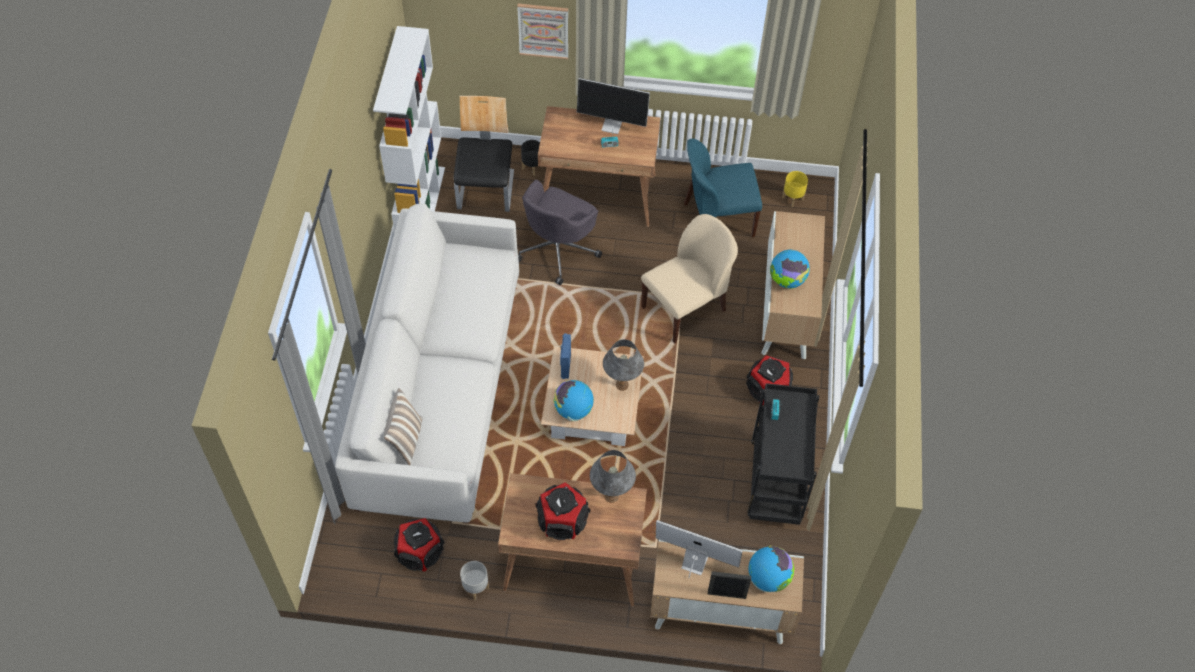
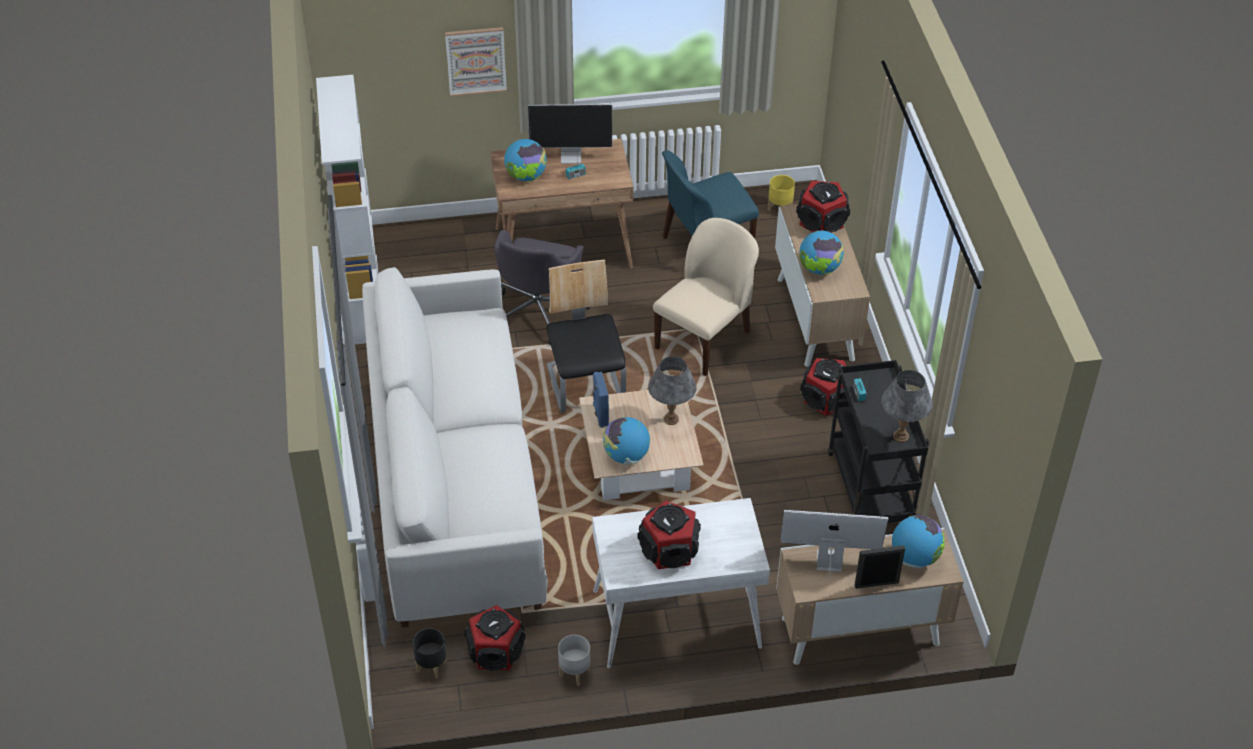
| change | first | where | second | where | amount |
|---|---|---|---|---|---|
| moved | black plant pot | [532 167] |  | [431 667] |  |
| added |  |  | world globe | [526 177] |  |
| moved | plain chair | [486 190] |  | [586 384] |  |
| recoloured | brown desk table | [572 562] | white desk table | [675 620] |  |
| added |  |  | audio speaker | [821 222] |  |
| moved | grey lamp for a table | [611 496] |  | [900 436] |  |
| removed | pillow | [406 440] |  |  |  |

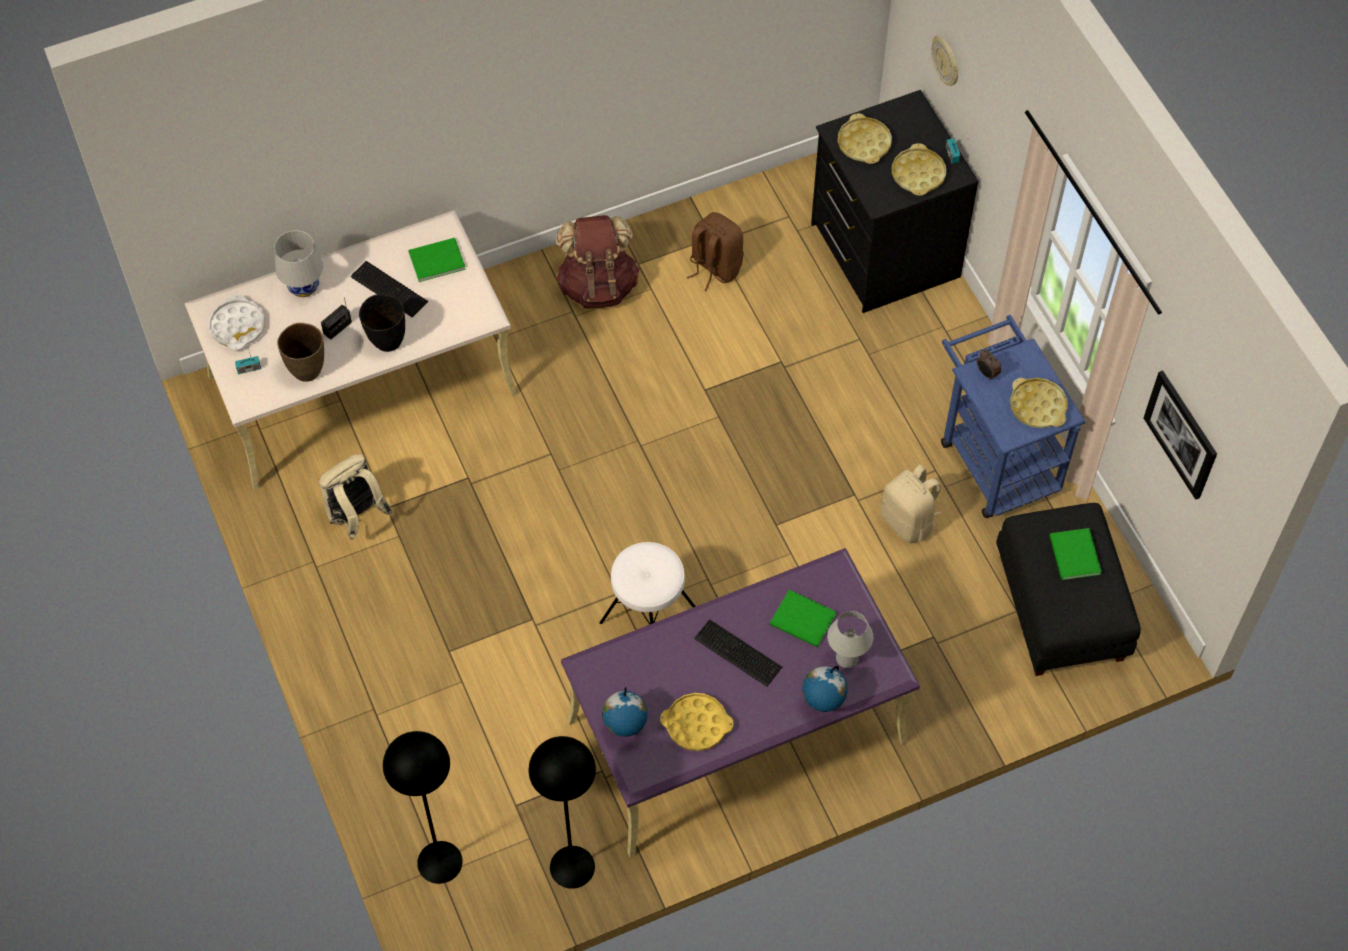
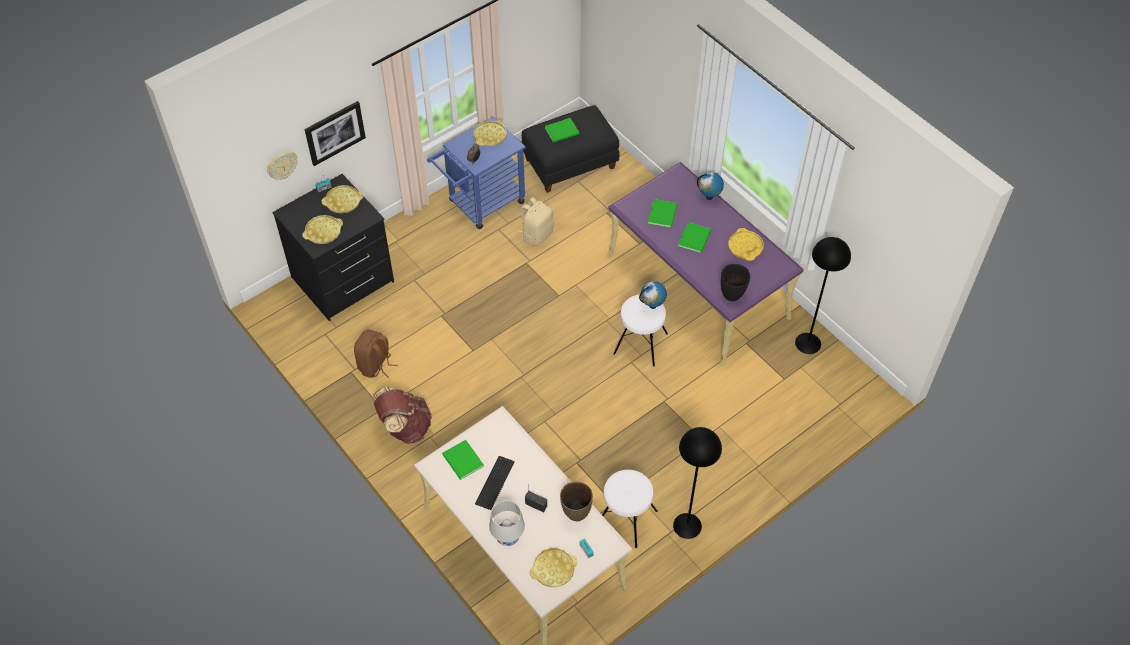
| change | first | where | second | where | amount |
|---|---|---|---|---|---|
| moved | wall picture | [1181 434] |  | [334 132] |  |
| recoloured | white serving tray | [238 326] | yellow serving tray | [553 569] |  |
| replaced | beige backpack | [356 516] | white stool seat | [626 519] |  |
| moved | world globe | [625 727] |  | [652 305] |  |
| moved | black standard lamp | [440 862] |  | [687 525] |  |
| replaced | keyboard | [738 654] | green bound book | [695 238] |  |
| moved | black flower vase | [387 341] |  | [732 295] |  |
| removed | white lamp for a table | [847 658] |  |  |  |

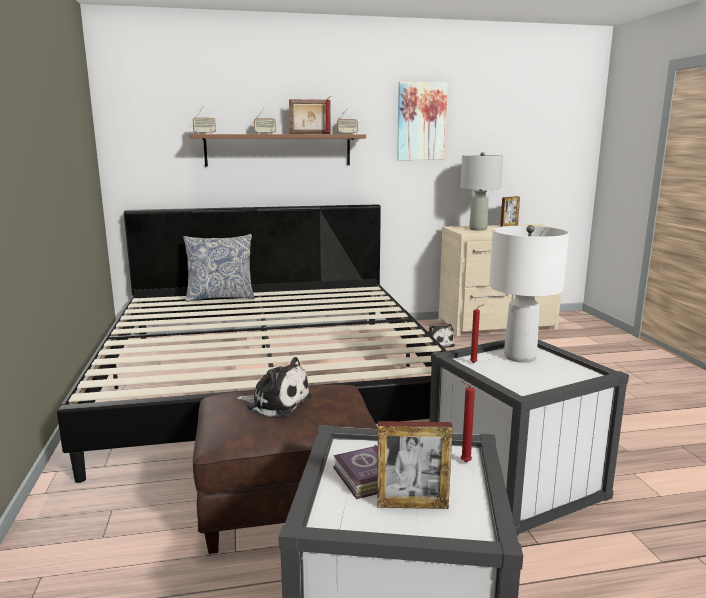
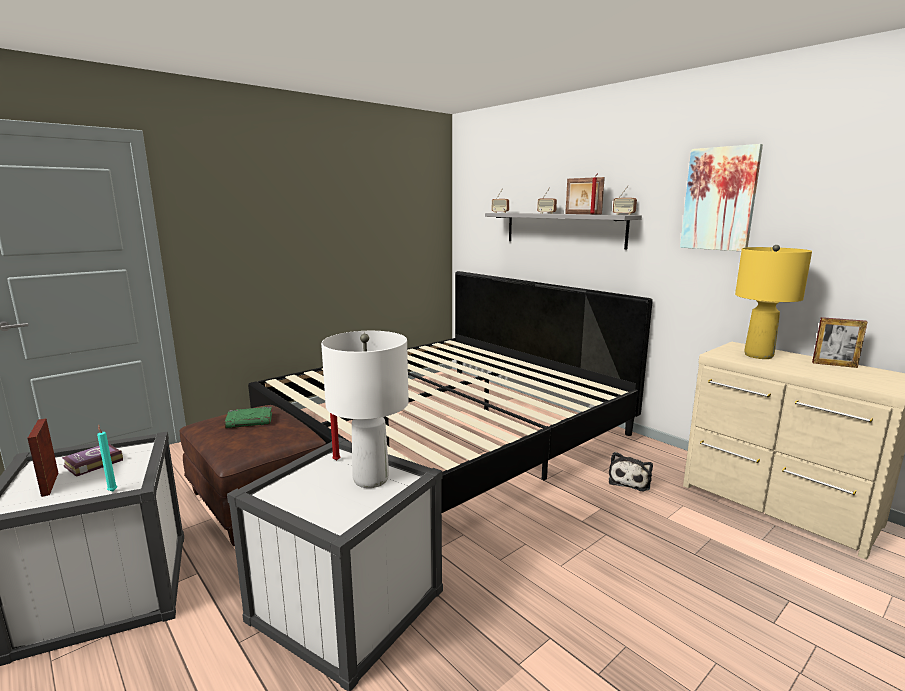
| change | first | where | second | where | amount |
|---|---|---|---|---|---|
| recoloured | red-coloured wax candle | [464 462] | turquoise wax candle | [112 490] |  |
| replaced | cuddly toy | [276 403] | green bound book | [250 421] |  |
| recoloured | brown wall shelf | [278 150] | grey wall shelf | [563 229] |  |
| recoloured | grey lamp for a table | [477 229] | yellow lamp for a table | [758 355] |  |
| removed | pillow | [220 297] |  |  |  |

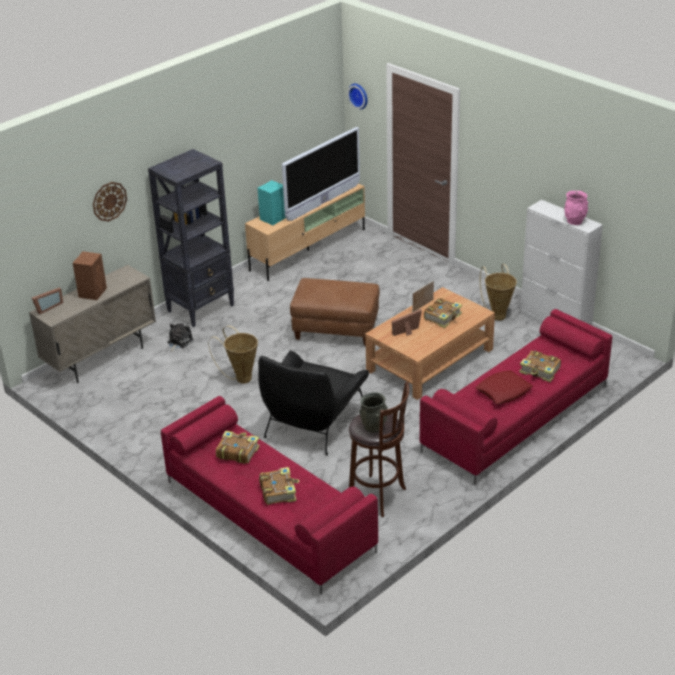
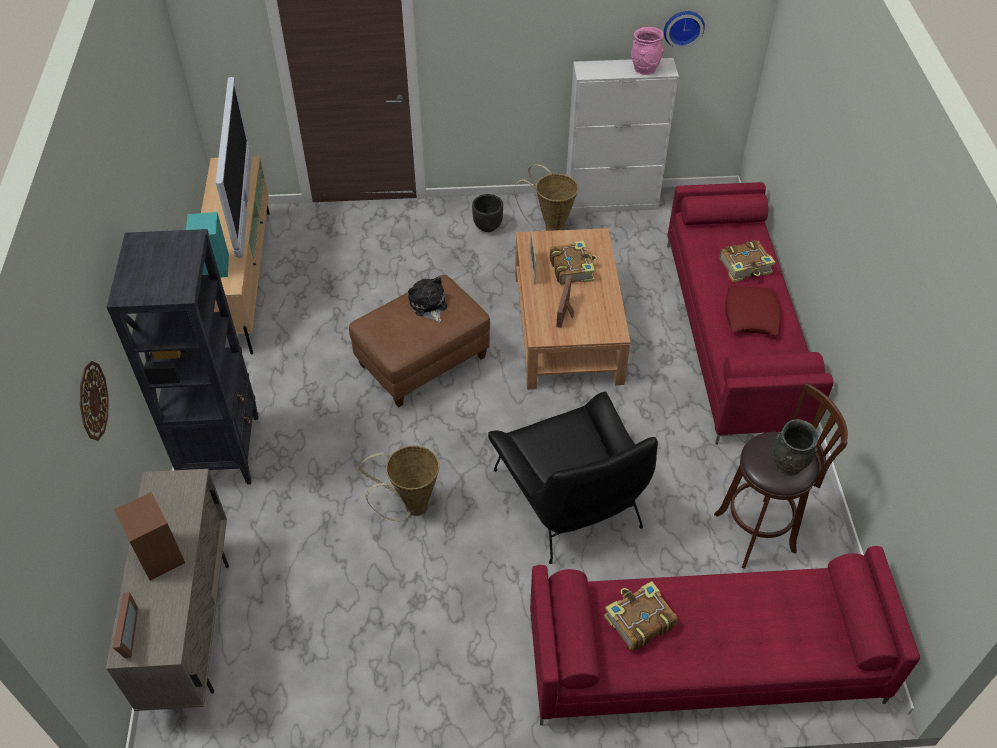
| change | first | where | second | where | amount |
|---|---|---|---|---|---|
| moved | cuddly toy | [179 342] |  | [428 305] |  |
| added |  |  | black plant pot | [487 226] |  |
| moved | clock on the wall | [359 95] |  | [683 27] |  |
| removed | bound book | [278 491] |  |  |  |

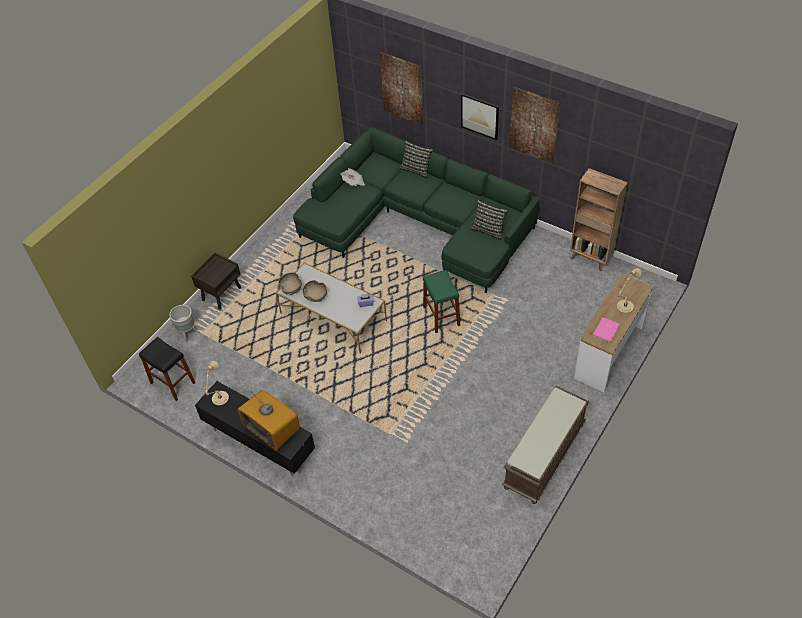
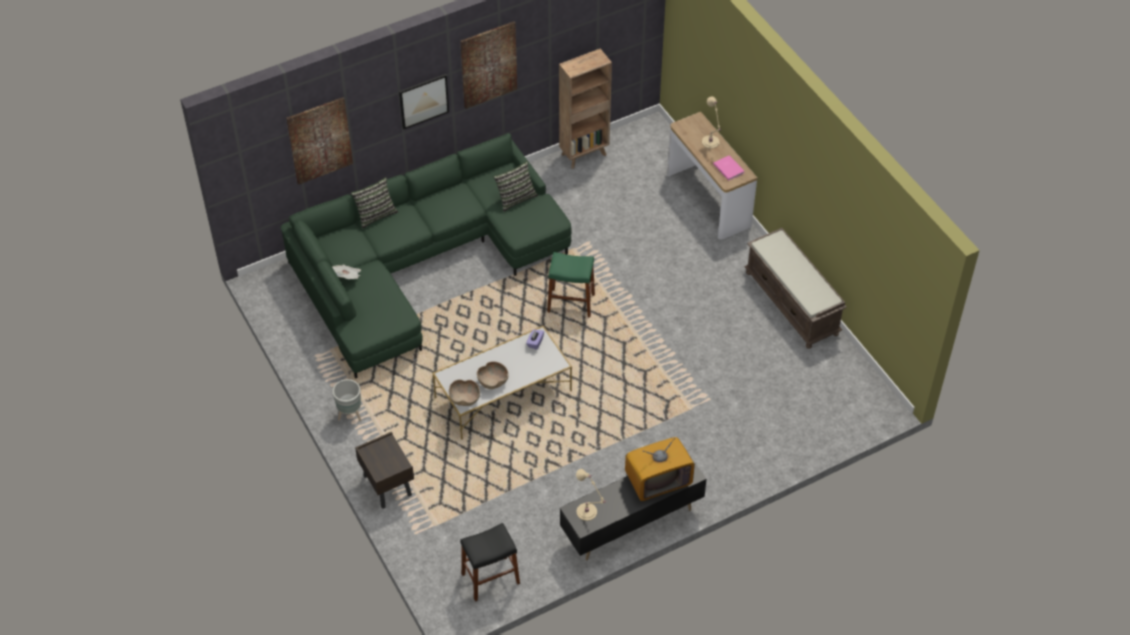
| change | first | where | second | where | amount |
|---|---|---|---|---|---|
| moved | grey plant pot | [188 333] |  | [350 415] |  |

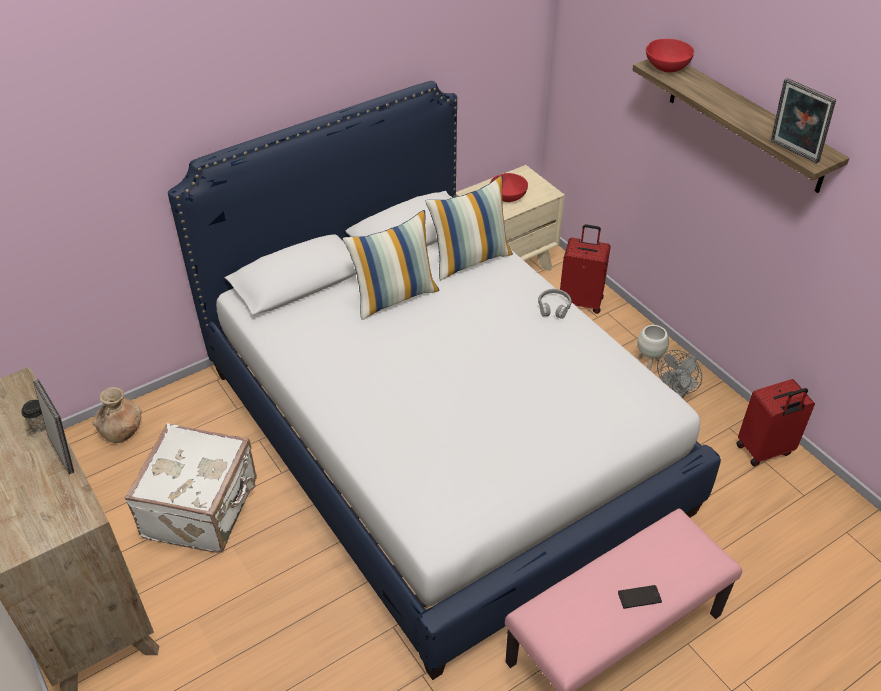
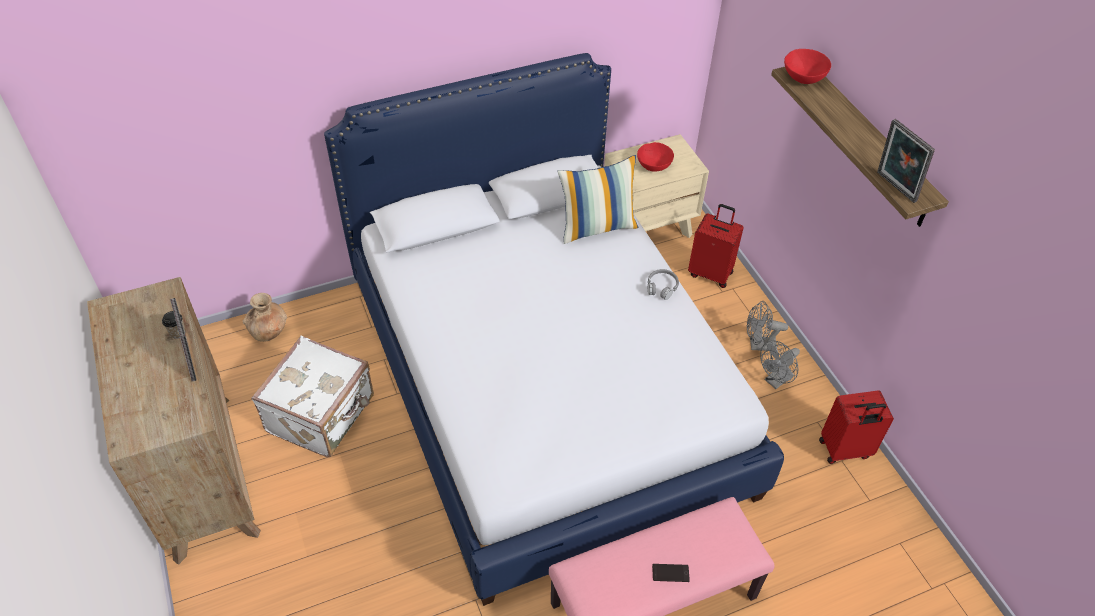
| change | first | where | second | where | amount |
|---|---|---|---|---|---|
| replaced | white plant pot | [648 363] | grey electric fan | [758 345] |  |
| removed | pillow | [394 296] |  |  |  |

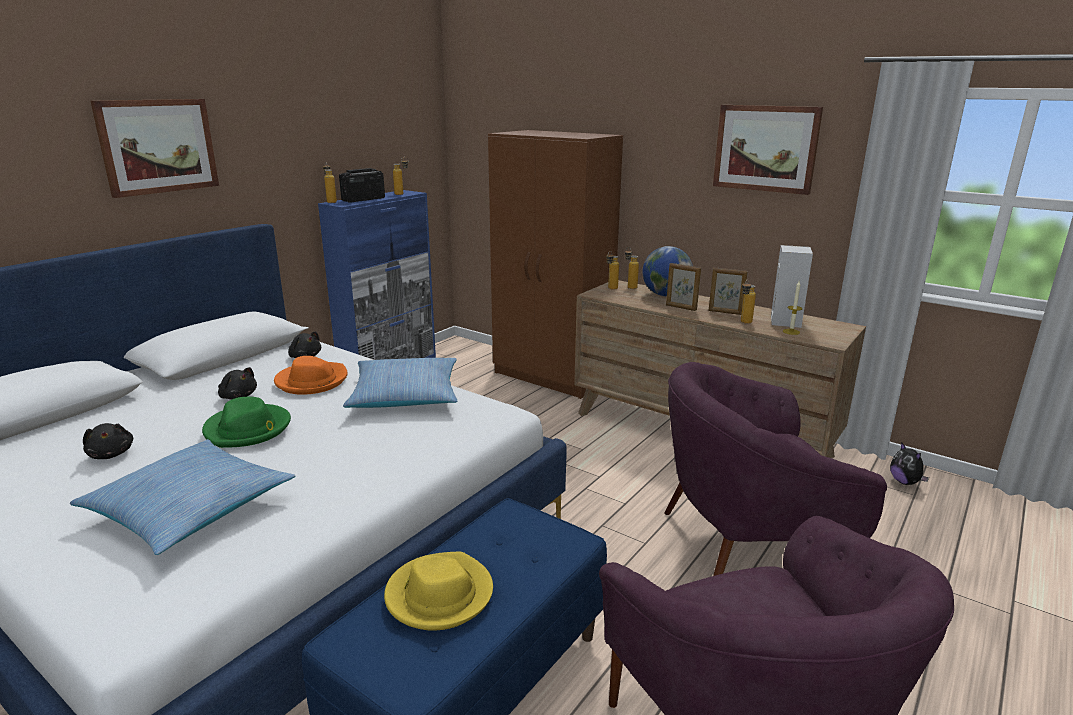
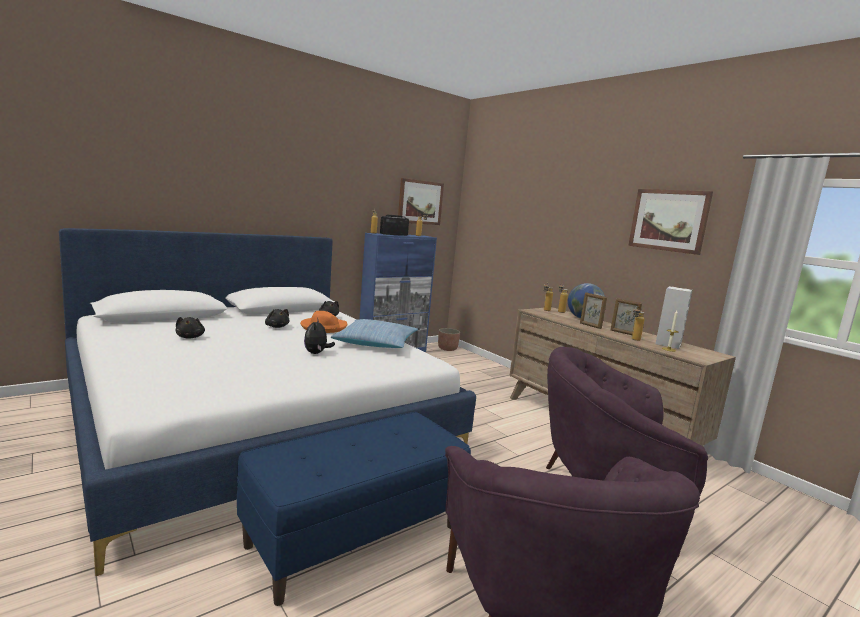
| change | first | where | second | where | amount |
|---|---|---|---|---|---|
| moved | cuddly toy | [905 482] |  | [316 353] |  |
| moved | wall picture | [158 146] |  | [420 202] |  |
| added |  |  | plant pot | [447 349] |  |
| removed | pillow | [189 508] |  |  |  |
| removed | green clothing hat | [248 429] |  |  |  |
| removed | yellow clothing hat | [439 595] |  |  |  |
| removed | brown armoire | [552 377] |  |  |  |

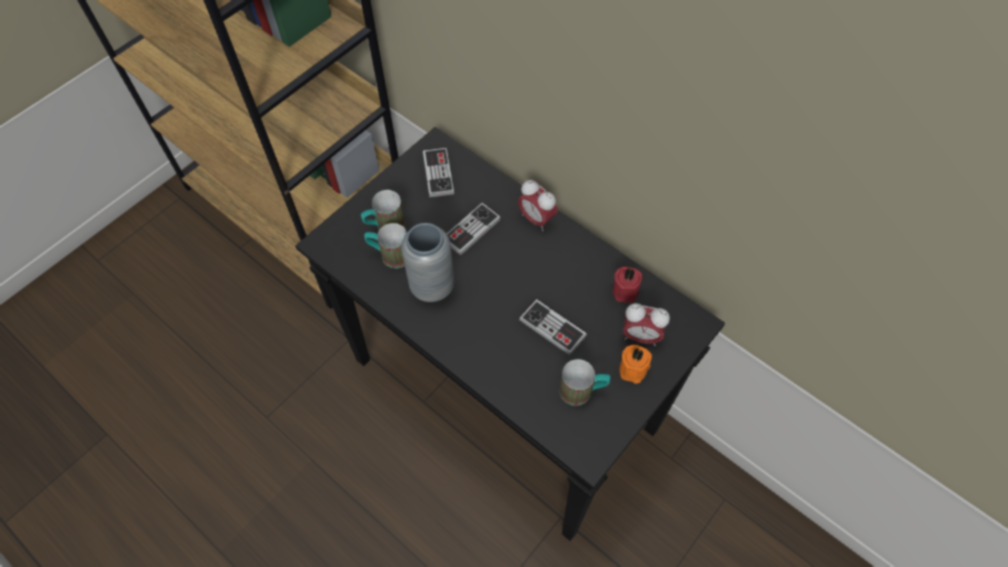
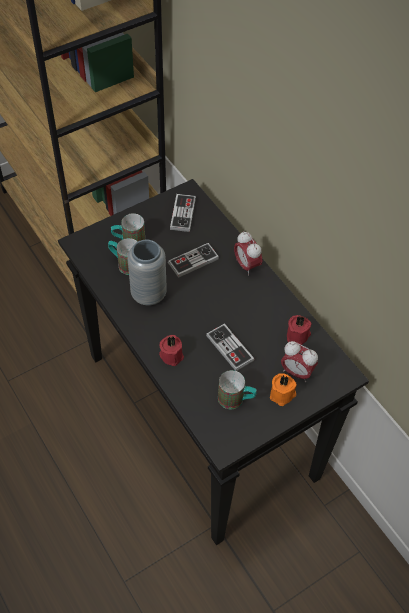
| change | first | where | second | where | amount |
|---|---|---|---|---|---|
| added |  |  | red-coloured wax candle | [172 354] |  |

